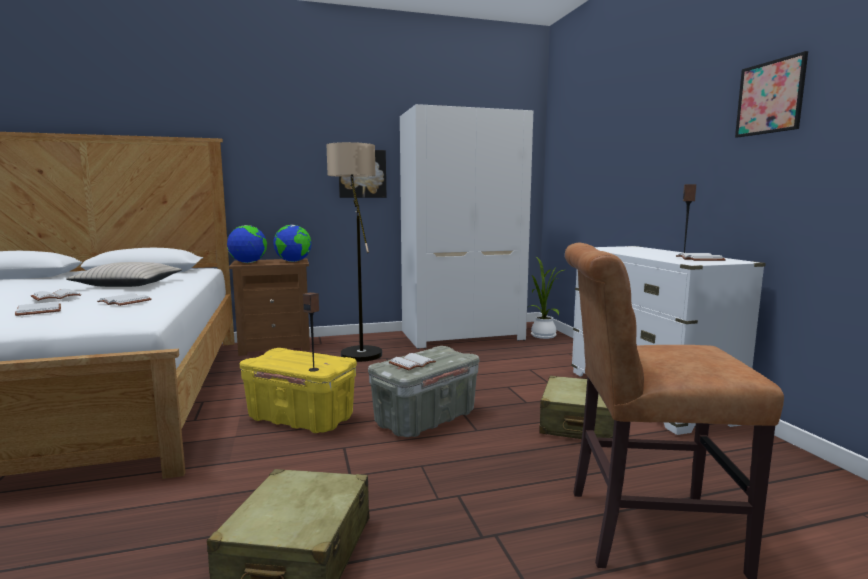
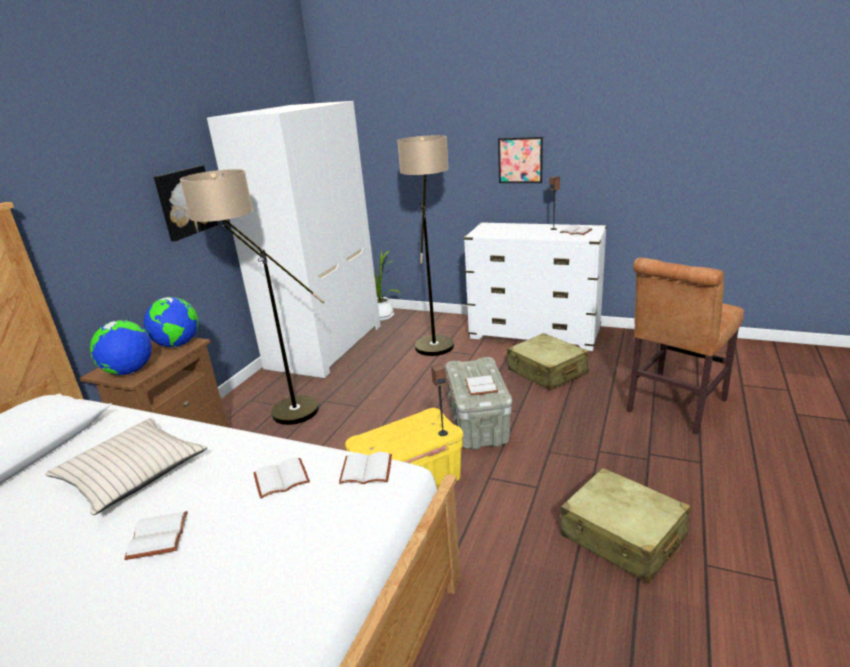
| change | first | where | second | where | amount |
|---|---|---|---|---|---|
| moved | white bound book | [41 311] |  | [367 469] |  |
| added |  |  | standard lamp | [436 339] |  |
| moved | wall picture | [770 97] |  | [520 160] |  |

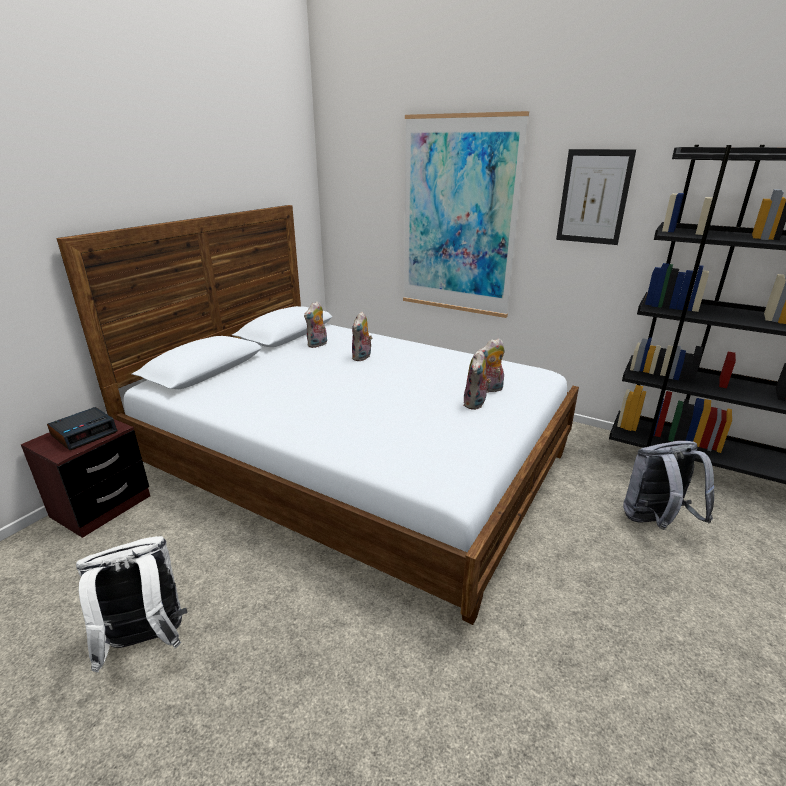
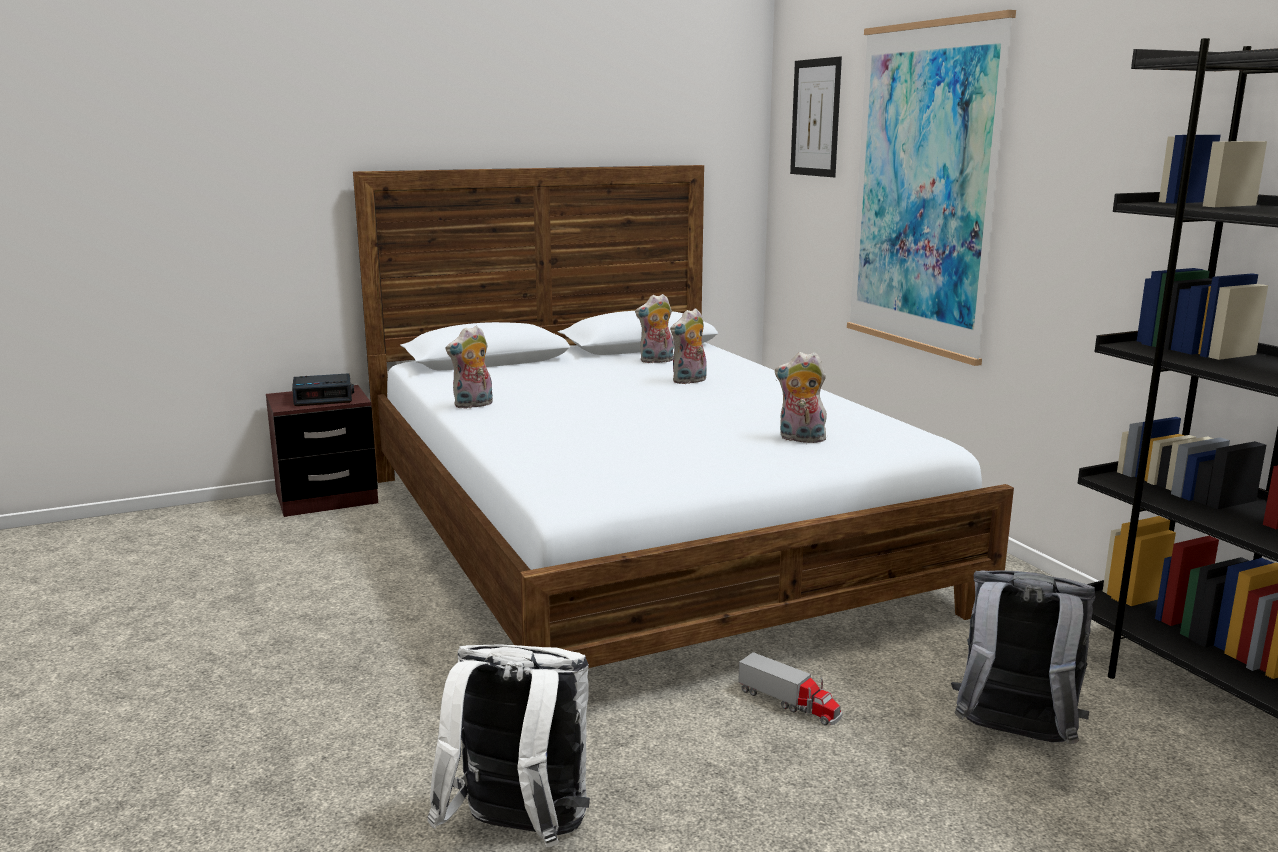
| change | first | where | second | where | amount |
|---|---|---|---|---|---|
| moved | white backpack | [146 642] |  | [519 833] |  |
| moved | cuddly toy | [476 404] |  | [473 405] |  |
| added |  |  | toy lorry | [789 703] |  |
| moved | wall picture | [593 197] |  | [815 118] |  |

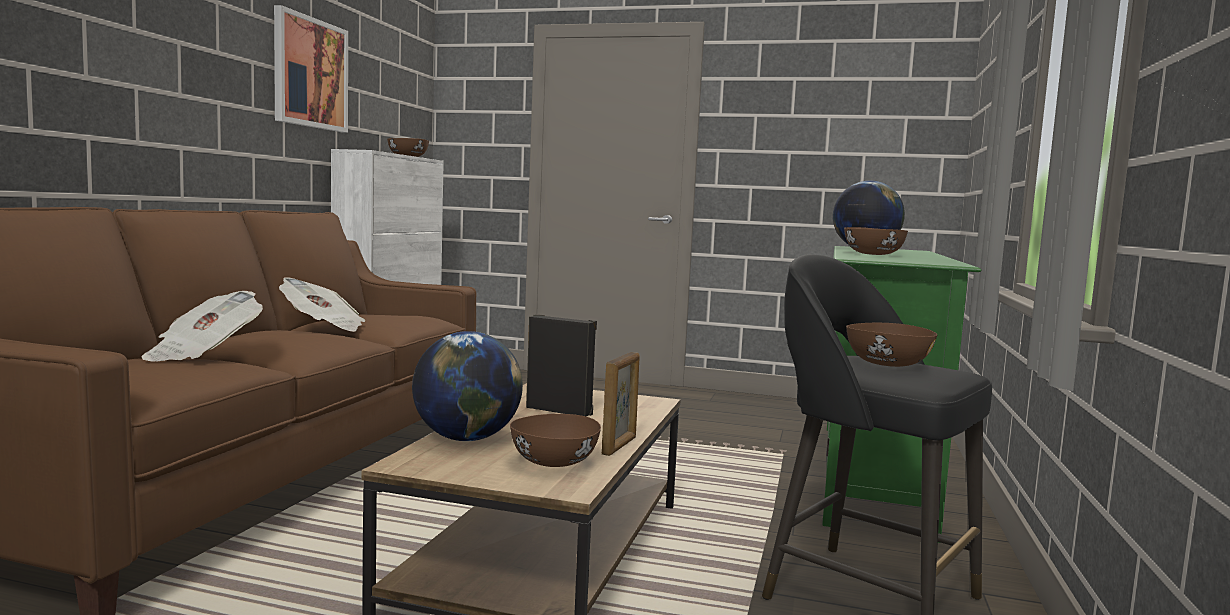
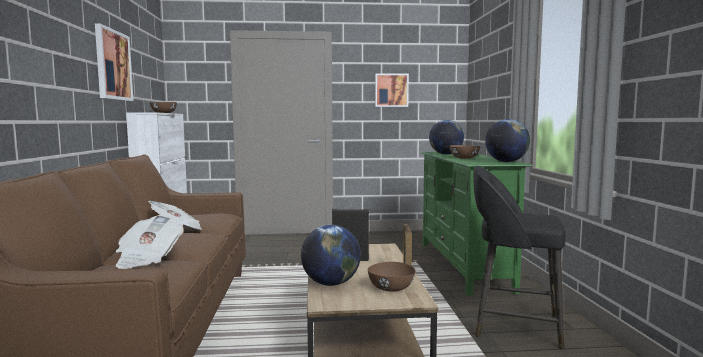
| change | first | where | second | where | amount |
|---|---|---|---|---|---|
| added |  |  | wall picture | [391 90] |  |
| added |  |  | world globe | [506 162] |  |
| removed | brown serving bowl | [887 364] |  |  |  |

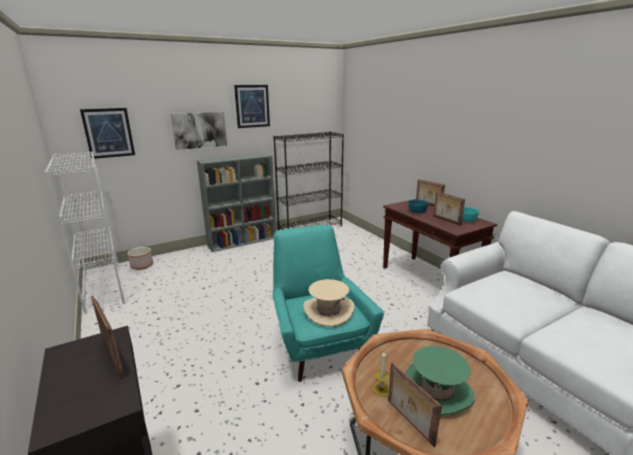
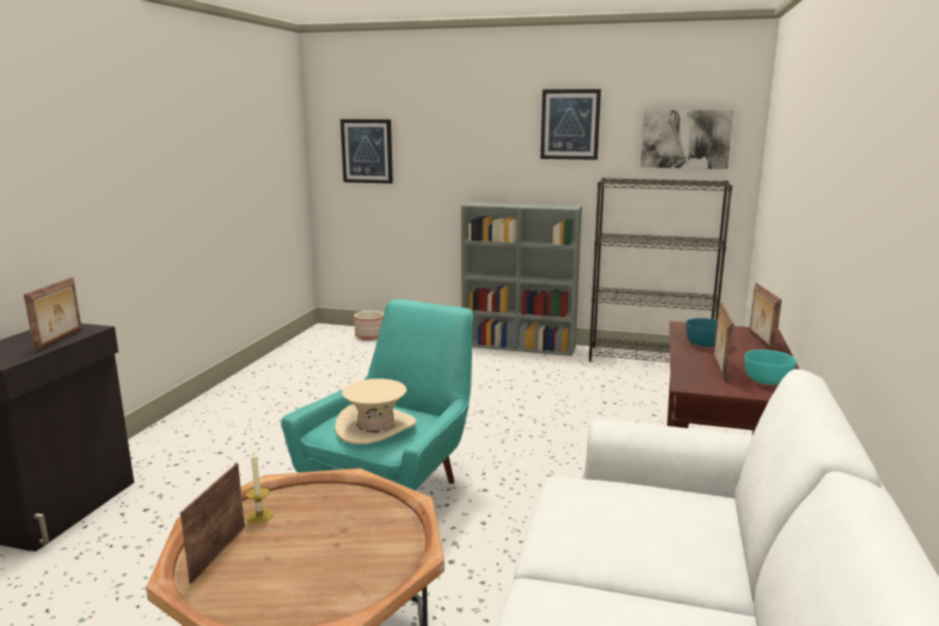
| change | first | where | second | where | amount |
|---|---|---|---|---|---|
| moved | wall picture | [199 130] |  | [685 139] |  |
| removed | white bookshelf | [103 287] |  |  |  |
| removed | green clothing hat | [437 390] |  |  |  |

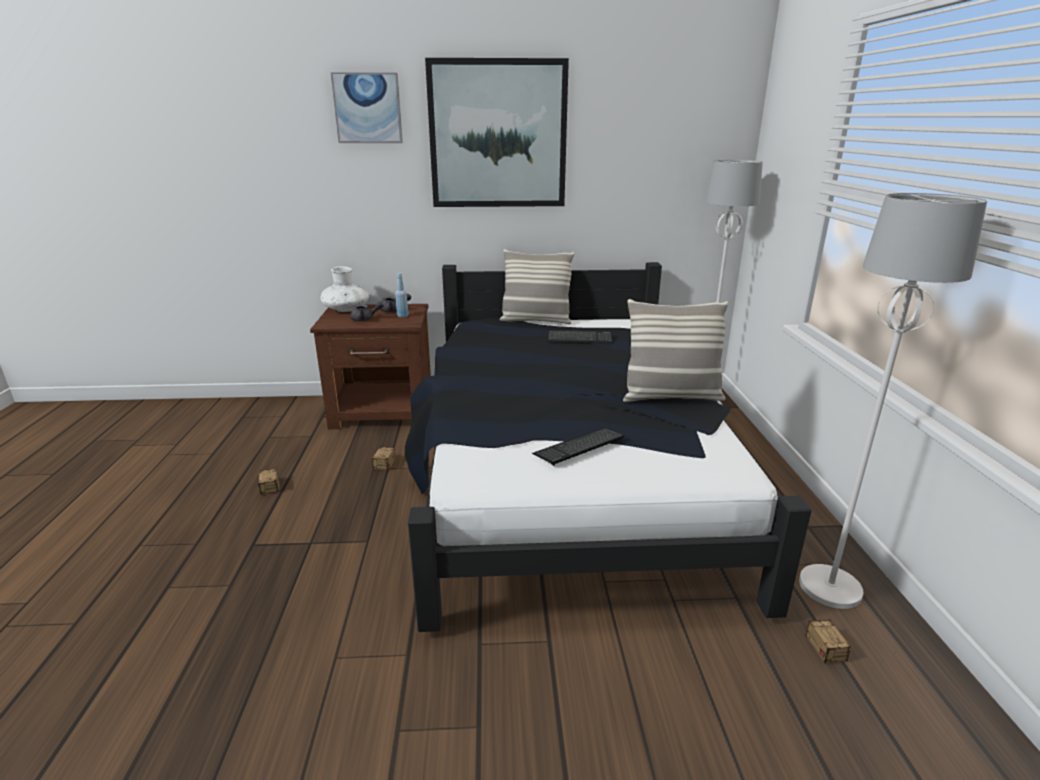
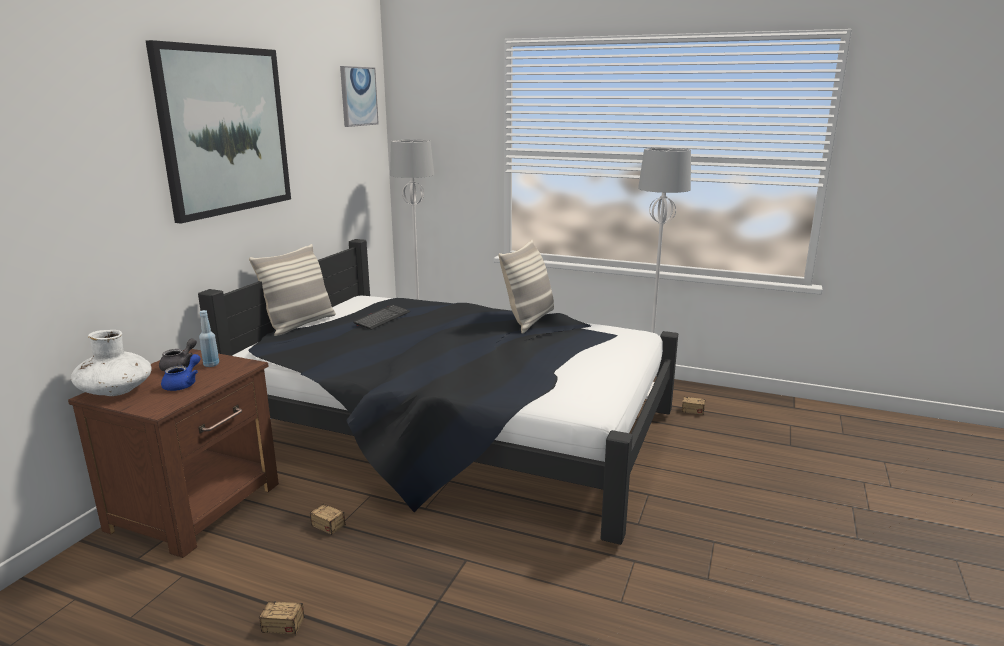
| change | first | where | second | where | amount |
|---|---|---|---|---|---|
| recoloured | grey tea pot | [365 319] | blue tea pot | [183 384] |  |
| moved | wall picture | [367 108] |  | [358 96] |  |
| removed | keyboard | [579 447] |  |  |  |

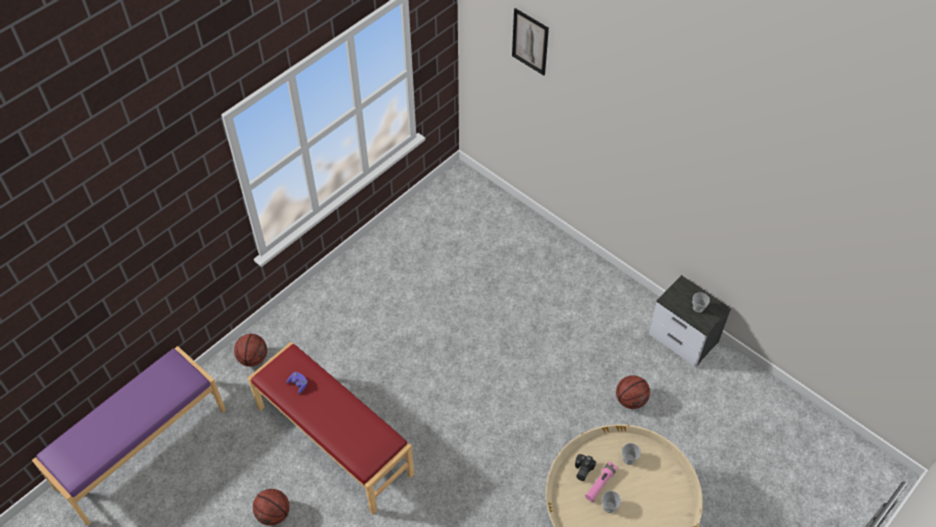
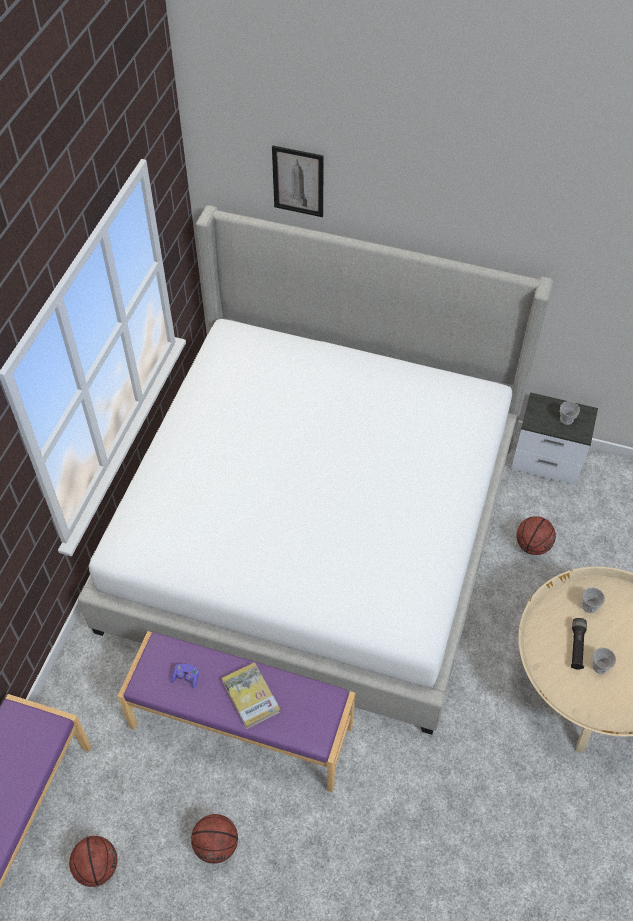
| change | first | where | second | where | amount |
|---|---|---|---|---|---|
| moved | basketball ball | [253 358] |  | [97 867] |  |
| added |  |  | bedroom bed | [316 527] |  |
| recoloured | red-coloured bench | [335 440] | purple bench | [241 725] |  |
| added |  |  | bound book | [251 696] |  |
| recoloured | pink-coloured torch | [600 484] | black torch | [576 646] |  |
| removed | still camera | [582 470] |  |  |  |

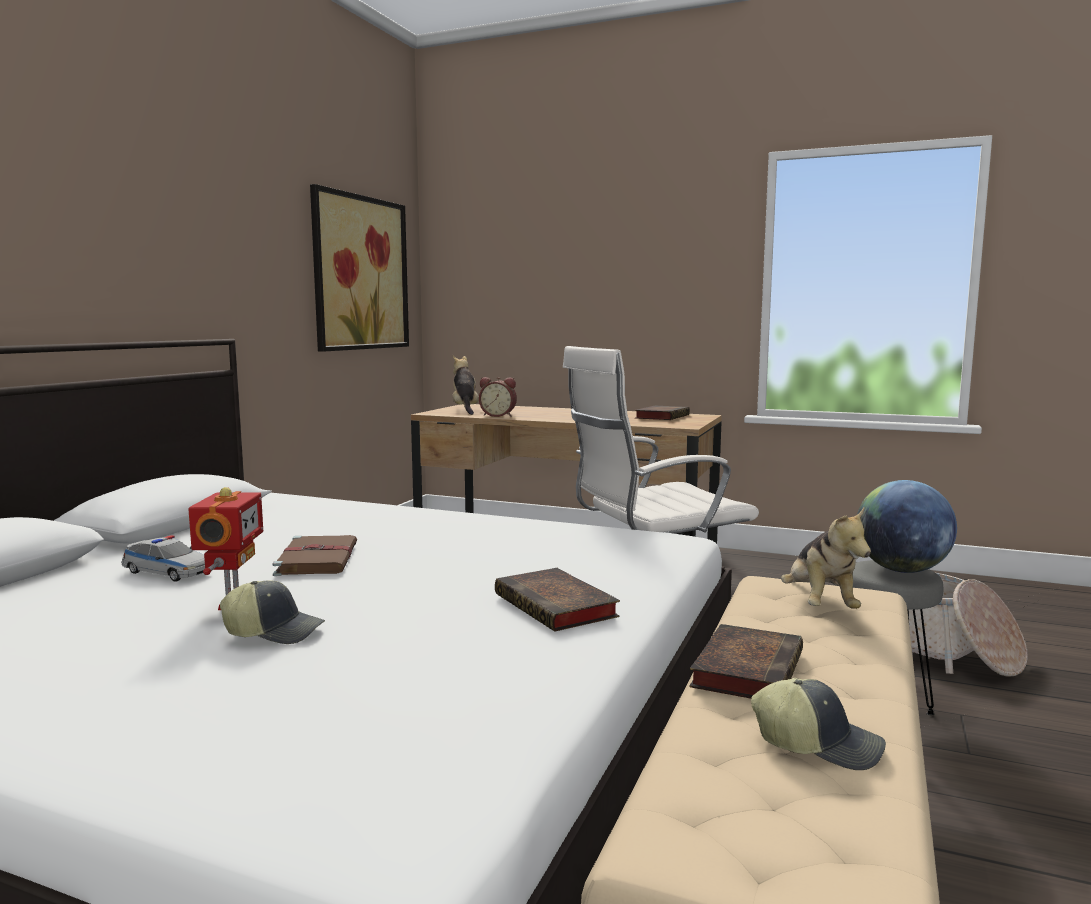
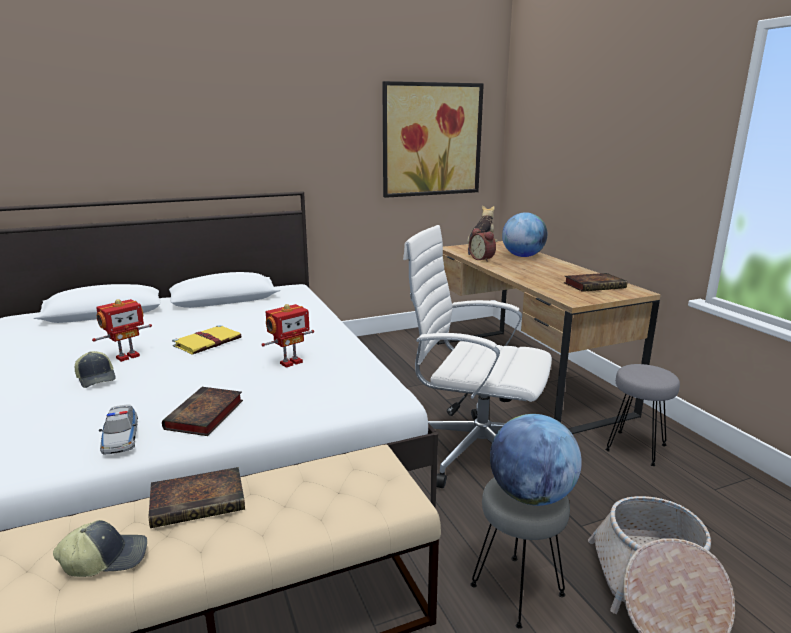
| change | first | where | second | where | amount |
|---|---|---|---|---|---|
| turned | peaked cap | [818 744] |  | [106 558] | 90 degrees counterclockwise |
| moved | model car | [168 572] |  | [121 437] |  |
| recoloured | brown bound book | [317 559] | yellow bound book | [208 342] |  |
| added |  |  | model robot | [290 362] |  |
| added |  |  | world globe | [523 256] |  |
| added |  |  | grey stool seat | [636 448] |  |
| removed | cuddly toy | [819 605] |  |  |  |

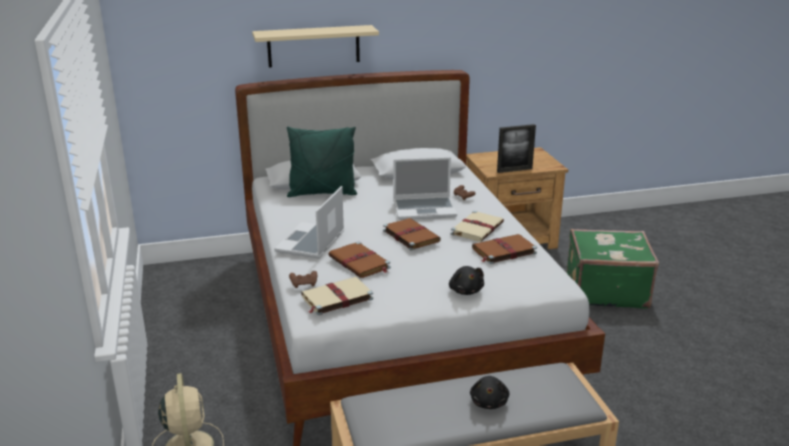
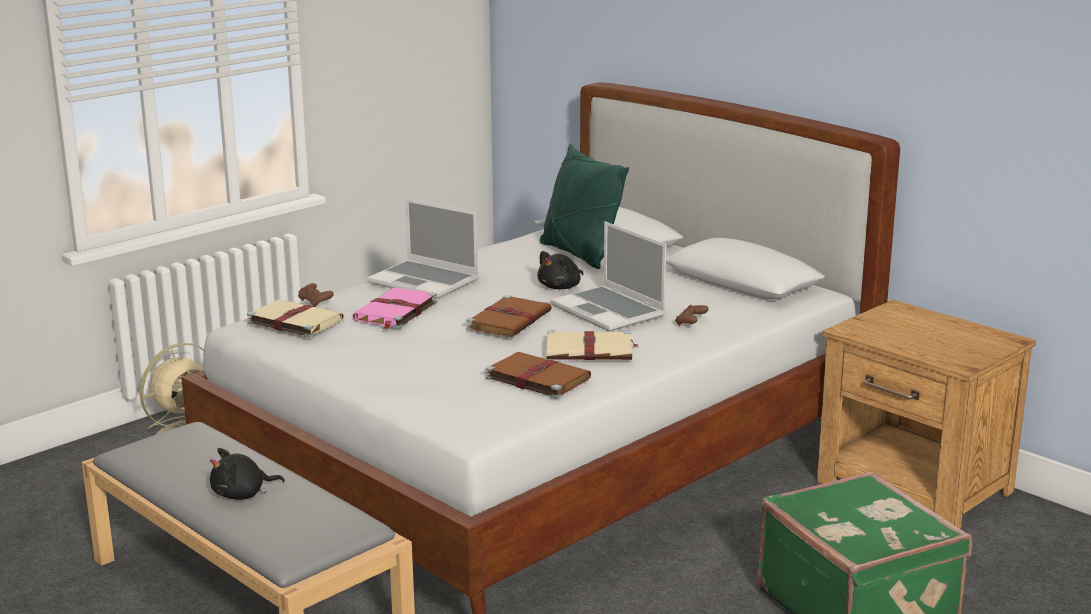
| change | first | where | second | where | amount |
|---|---|---|---|---|---|
| recoloured | brown bound book | [360 263] | pink-coloured bound book | [395 312] |  |
| turned | laptop | [311 242] |  | [425 281] | 135 degrees counterclockwise |
| moved | black cuddly toy | [465 290] |  | [561 287] |  |
| removed | beige wall shelf | [313 46] |  |  |  |
| removed | picture frame | [514 170] |  |  |  |

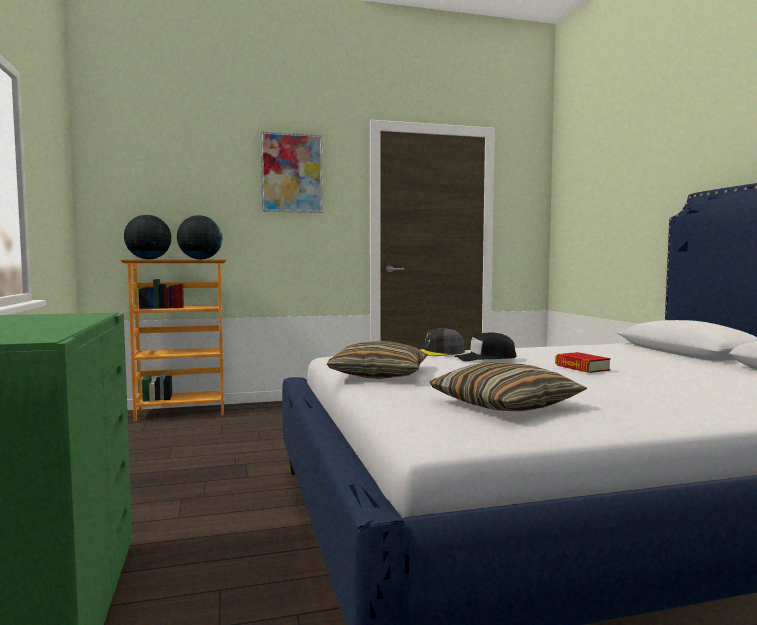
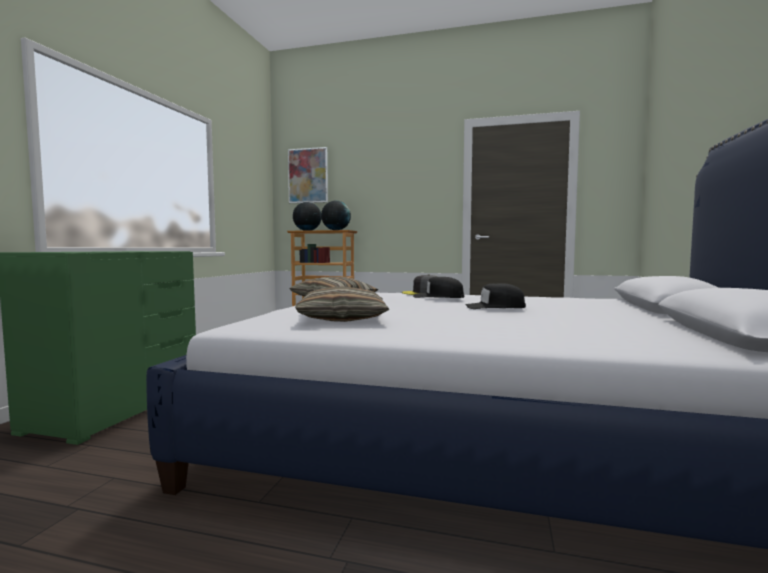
| change | first | where | second | where | amount |
|---|---|---|---|---|---|
| moved | wall picture | [292 173] |  | [308 175] |  |
| replaced | bound book | [582 368] | black peaked cap | [495 307] |  |

